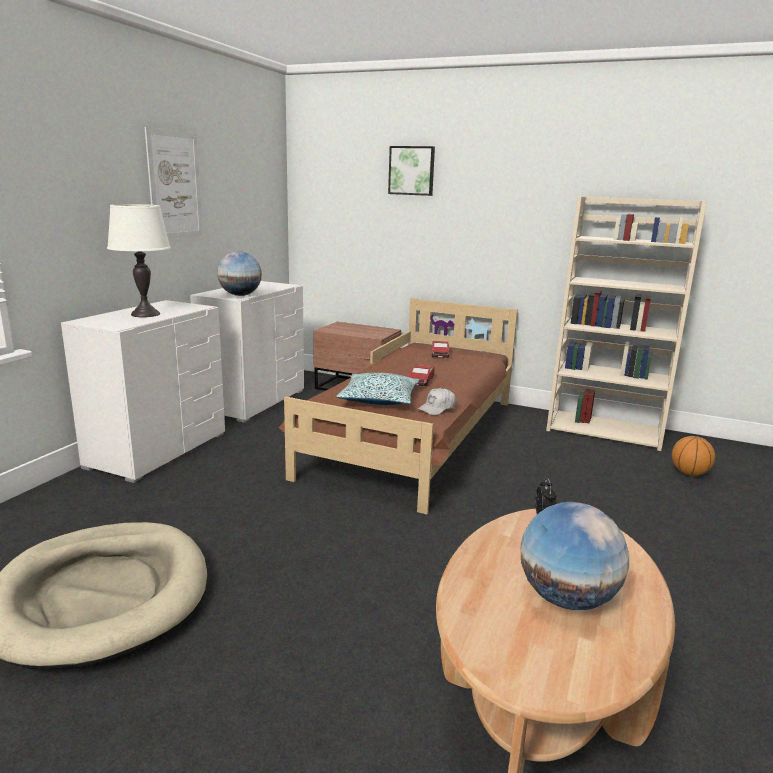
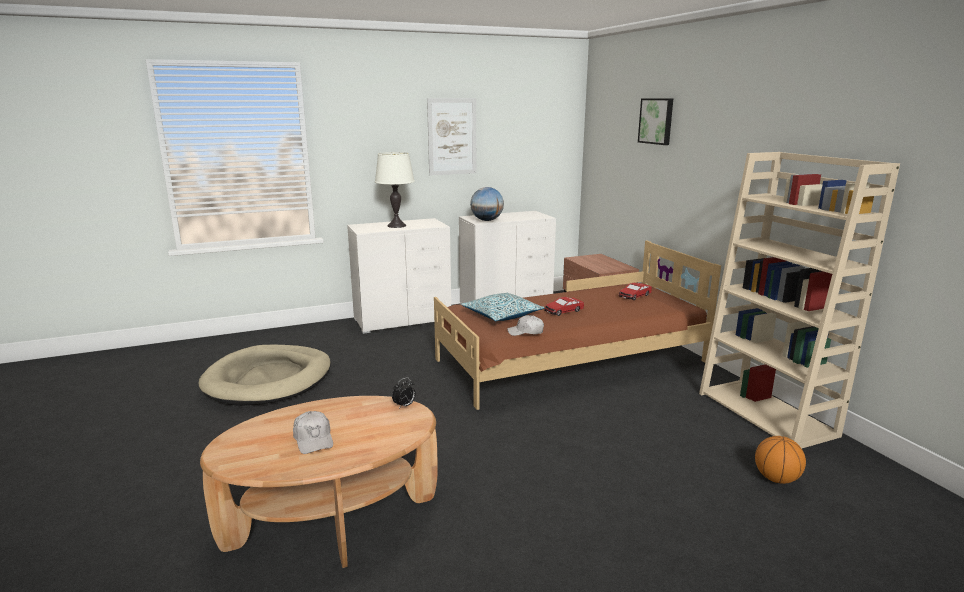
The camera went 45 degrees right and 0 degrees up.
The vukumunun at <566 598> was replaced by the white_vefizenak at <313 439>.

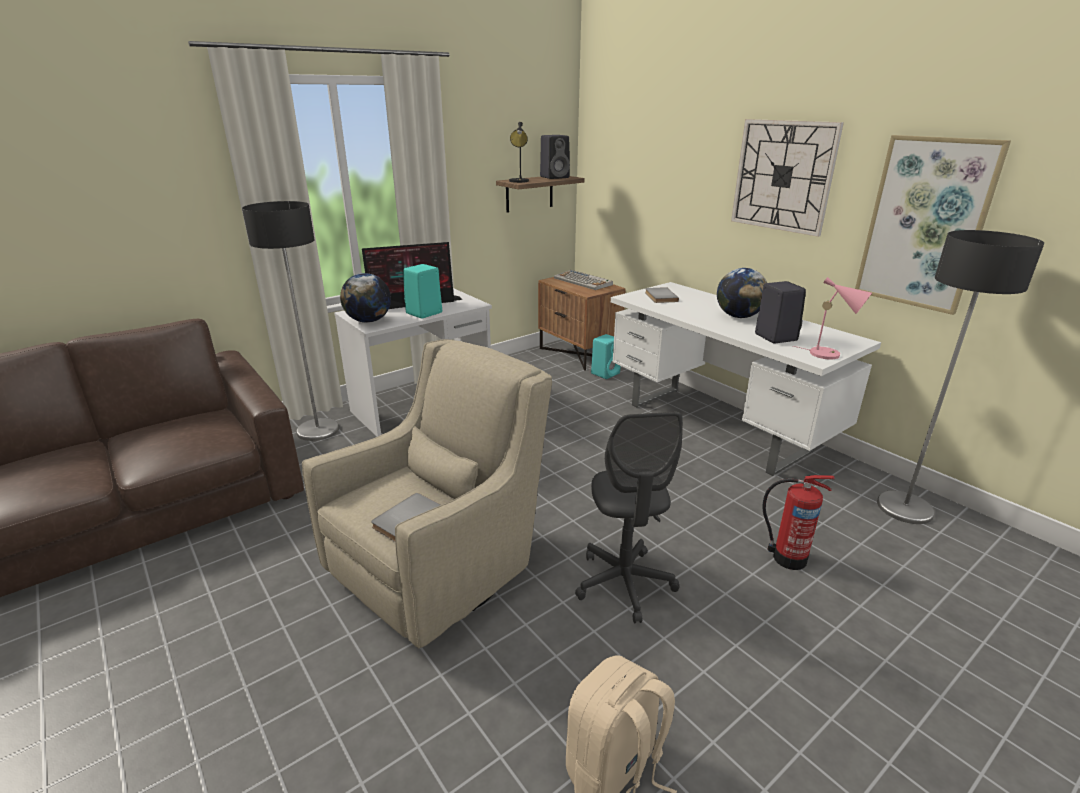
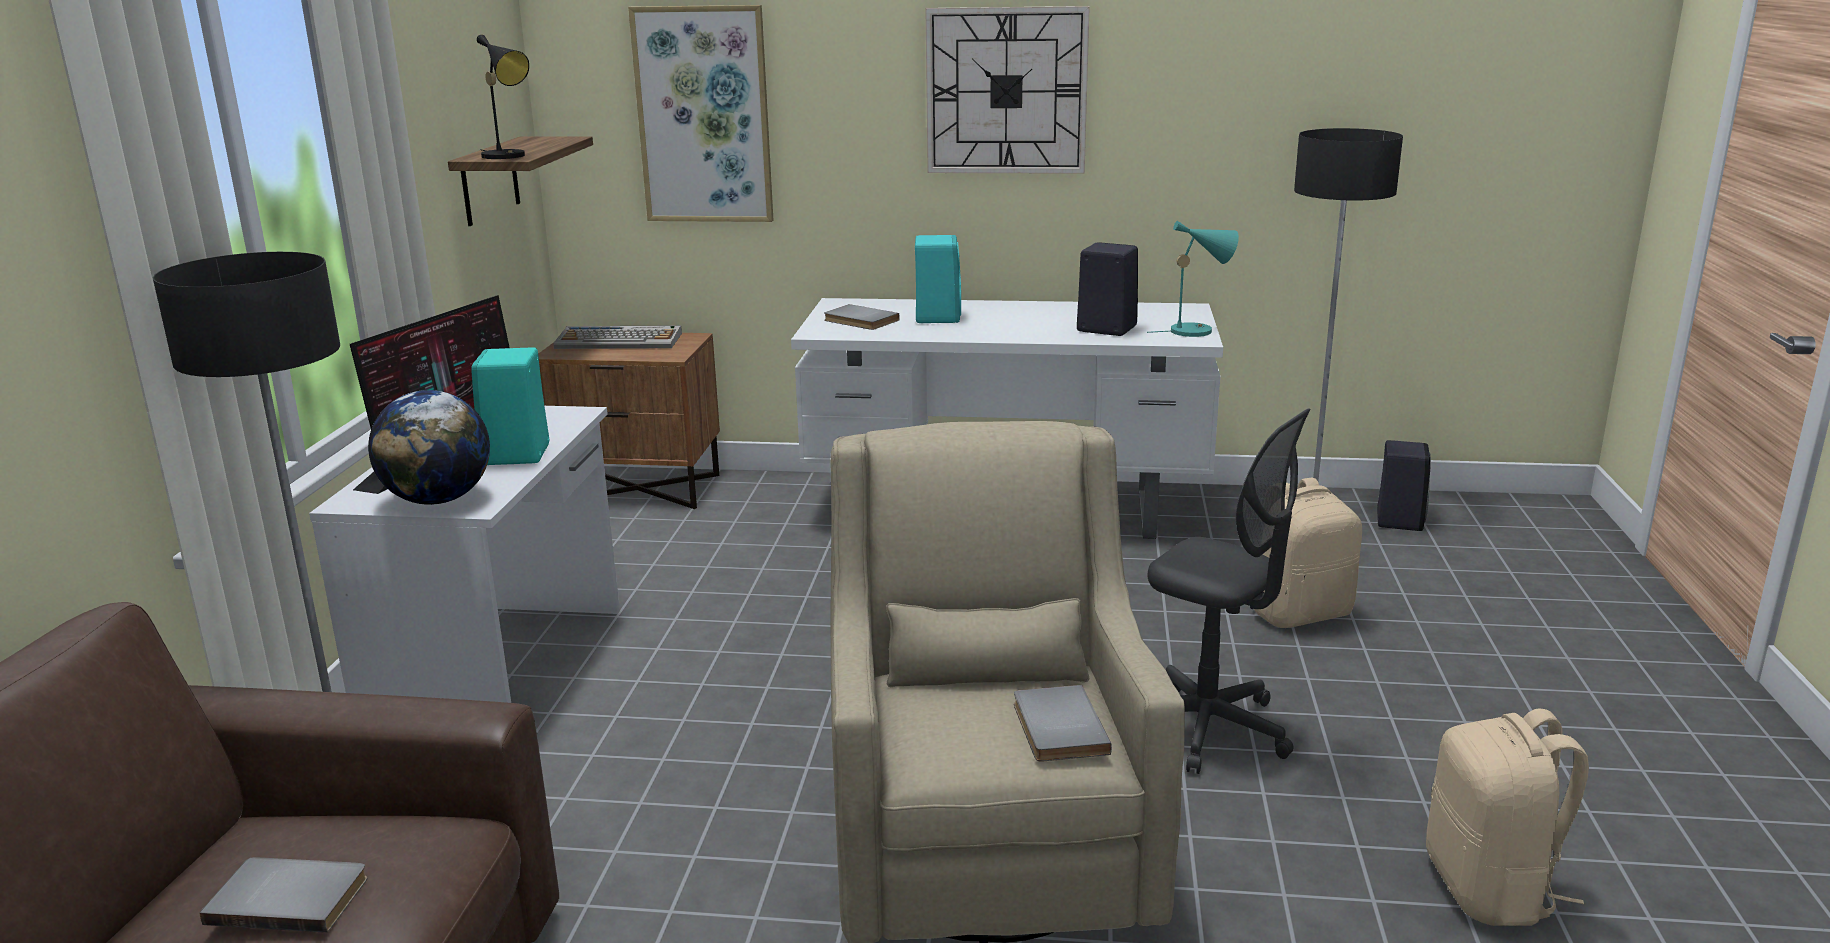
The camera went 45 degrees left and 5 degrees down.
The vukumunun at <739 316> disappeared.
The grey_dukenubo at <290 897> appeared.
The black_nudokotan moved from <555 177> to <1398 520>.
The turquoise_nudokotan moved from <605 373> to <937 317>.
The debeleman moved from <925 224> to <704 115>.
The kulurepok at <786 557> was replaced by the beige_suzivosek at <1299 613>.
The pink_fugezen at <829 355> became the turquoise_fugezen at <1197 330>.

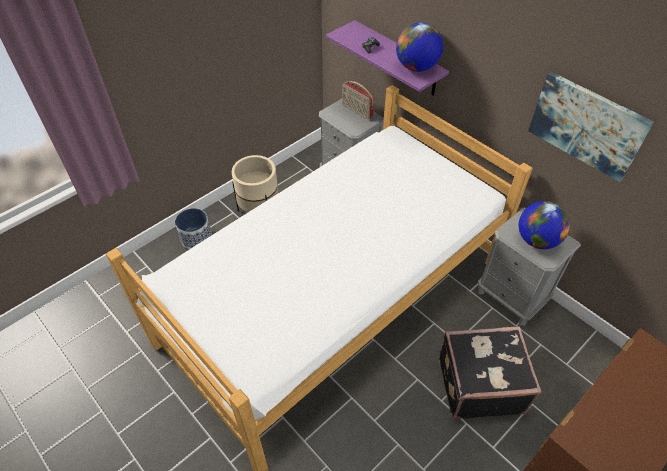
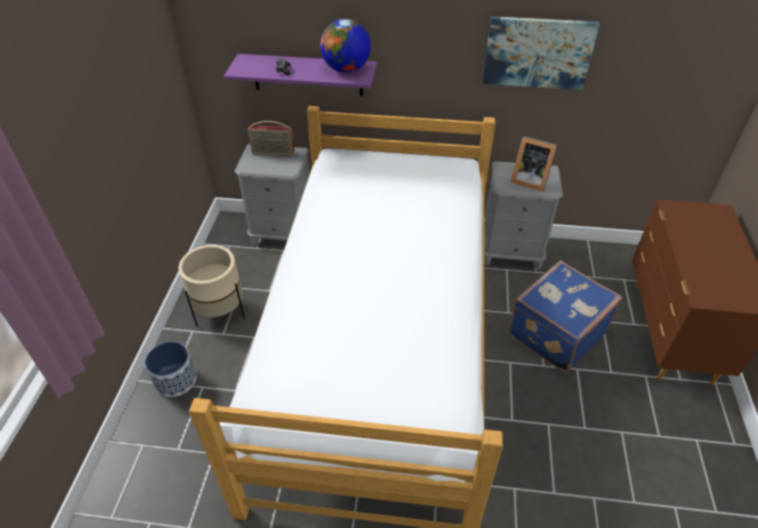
The camera went 40 degrees left and 5 degrees down.
The vukumunun at <537 240> was replaced by the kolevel at <529 180>.
The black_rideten at <479 383> became the blue_rideten at <555 332>.

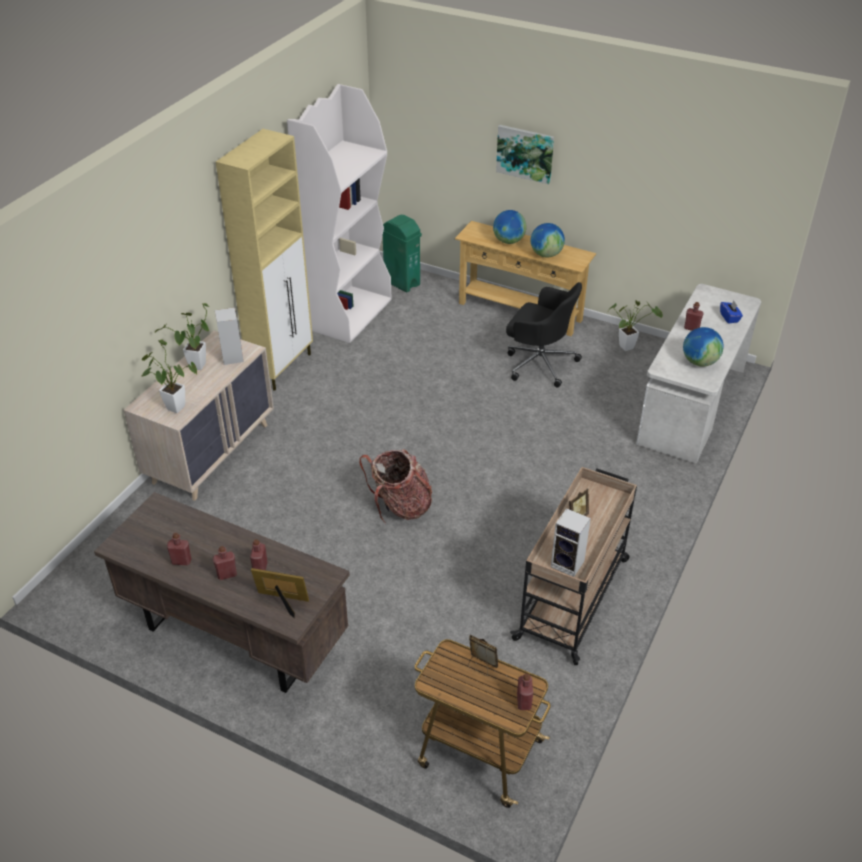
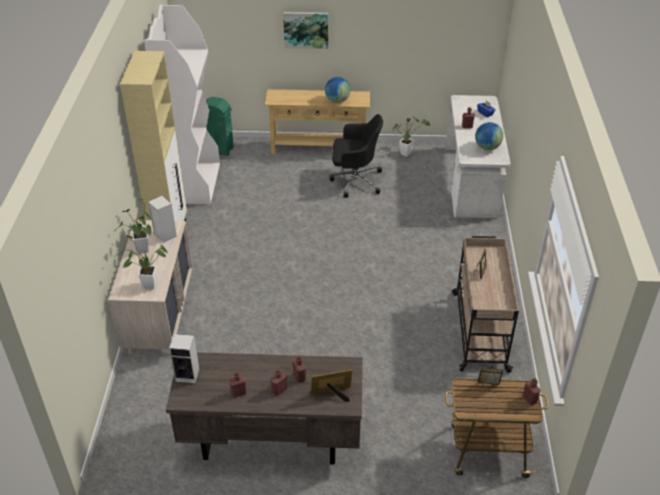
The camera went 25 degrees left and 0 degrees up.
The suzivosek at <400 507> disappeared.
The vukumunun at <508 241> disappeared.
The nudokotan moved from <569 564> to <188 375>.

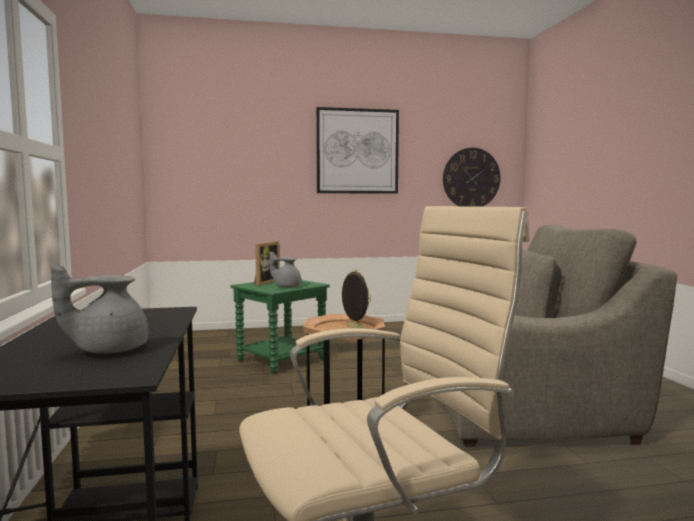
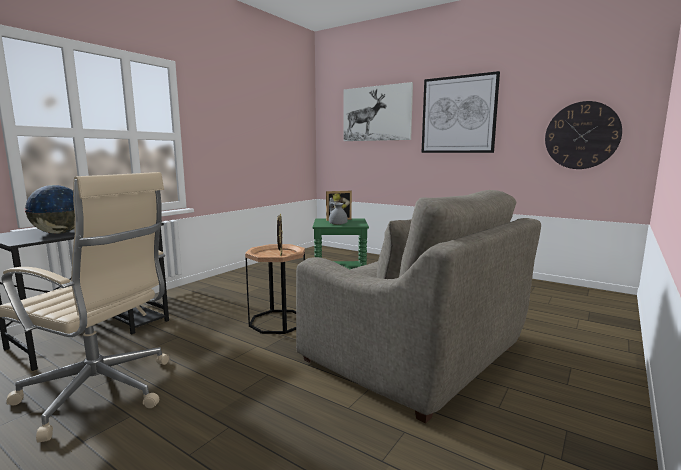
The camera went 45 degrees right and 5 degrees up.
The debeleman at <376 113> appeared.
The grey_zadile at <108 350> was replaced by the vukumunun at <59 233>.

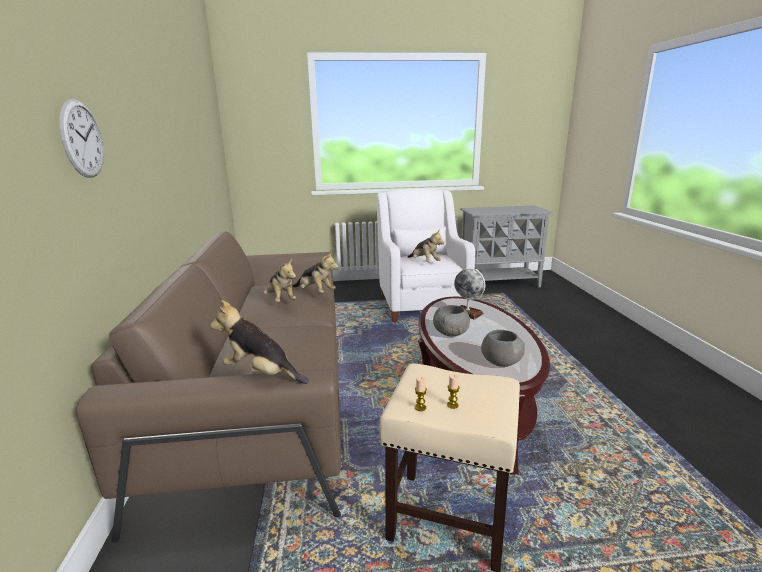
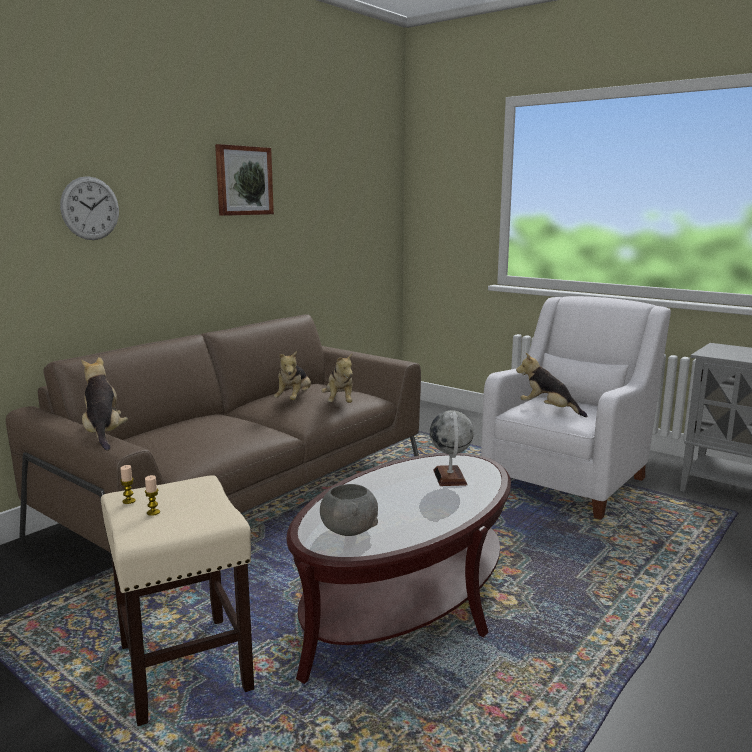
The camera went 45 degrees right and 5 degrees down.
The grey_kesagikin at <451 333> disappeared.
The debeleman at <243 180> appeared.
The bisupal at <424 262> turned 120 degrees clockwise.

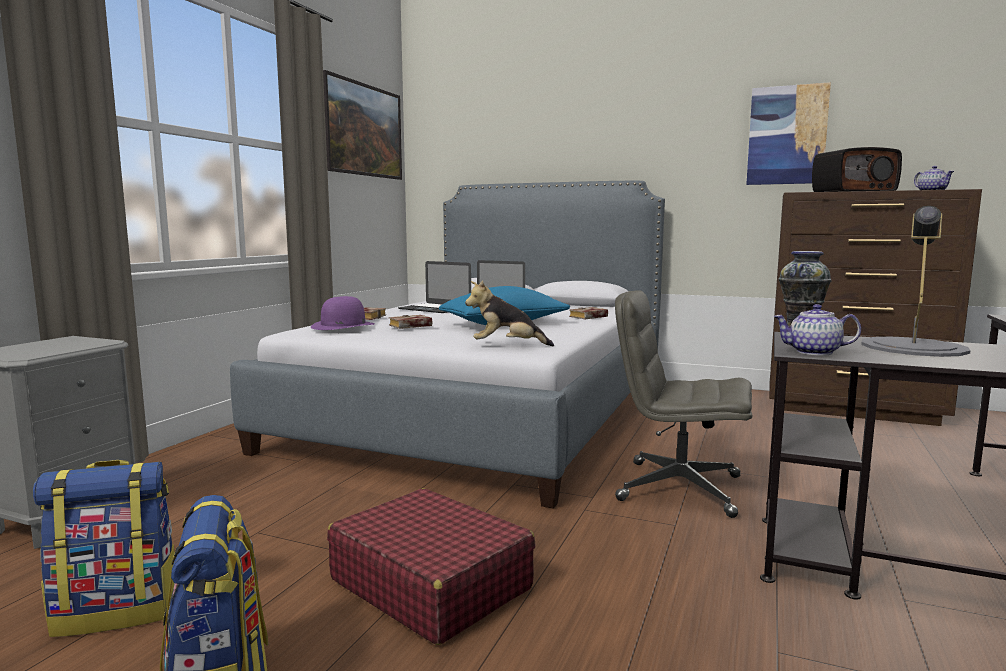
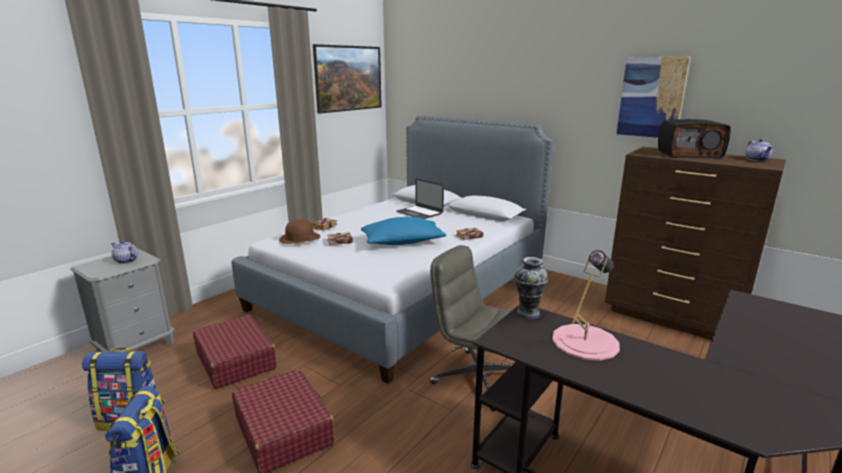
The camera went 15 degrees right and 10 degrees up.
The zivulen at <435 308> disappeared.
The bisupal at <507 346> disappeared.
The red_rideten at <236 360> appeared.
The zadile moved from <813 352> to <126 261>.
The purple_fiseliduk at <343 325> became the brown_fiseliduk at <299 238>.
The grey_fugezen at <912 347> became the pink_fugezen at <585 341>.

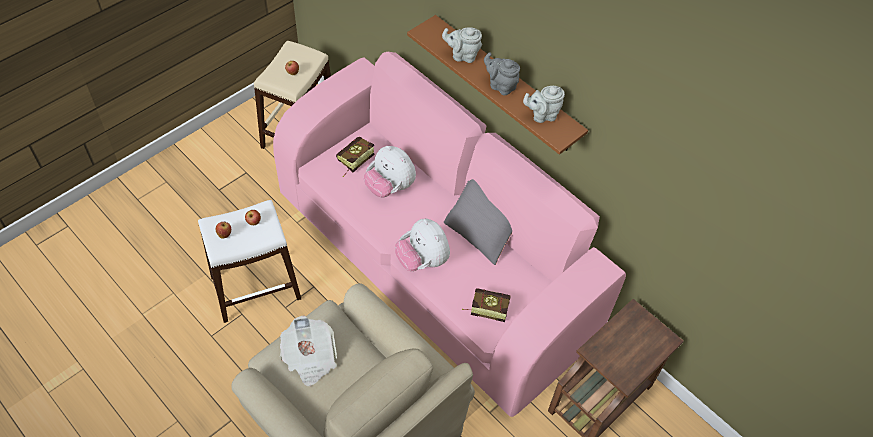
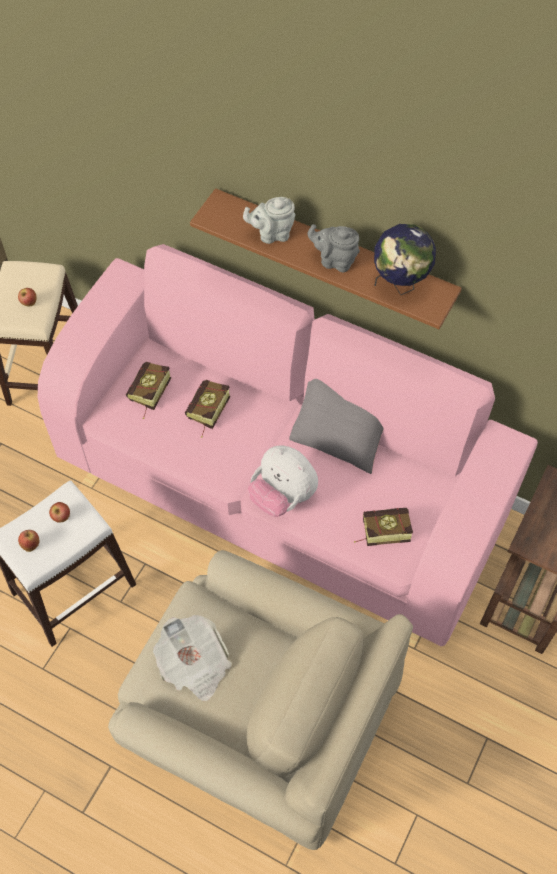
The camera went 15 degrees left and 5 degrees up.
The bisupal at <390 187> was replaced by the dukenubo at <206 414>.
The grey_zadile at <542 115> was replaced by the vukumunun at <400 285>.

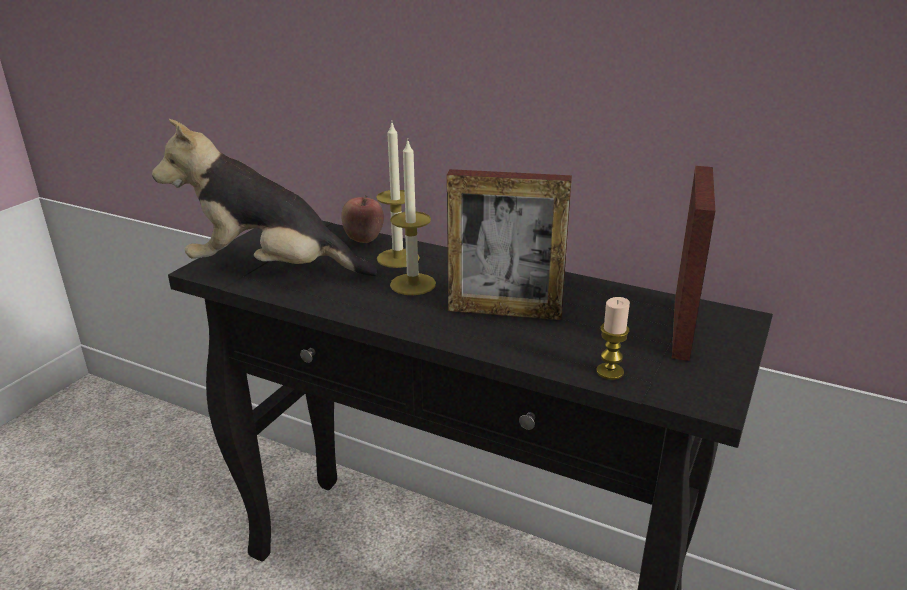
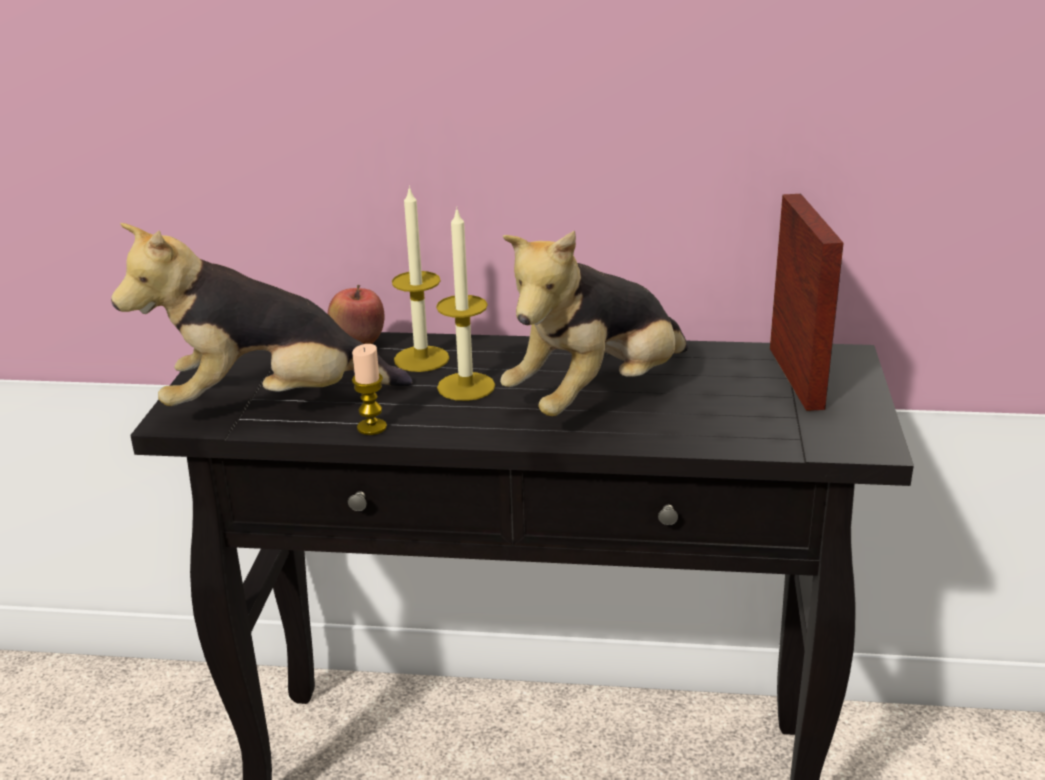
The camera went 20 degrees left and 0 degrees up.
The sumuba moved from <610 372> to <372 427>.
The kolevel at <505 311> was replaced by the bisupal at <597 397>.

